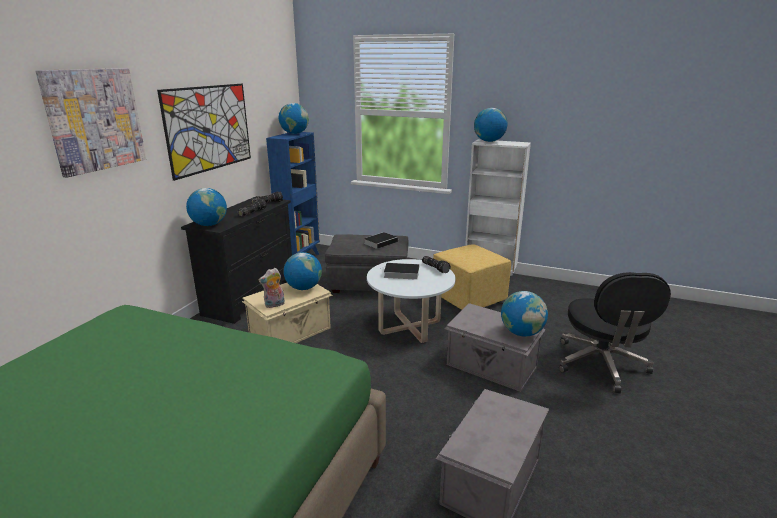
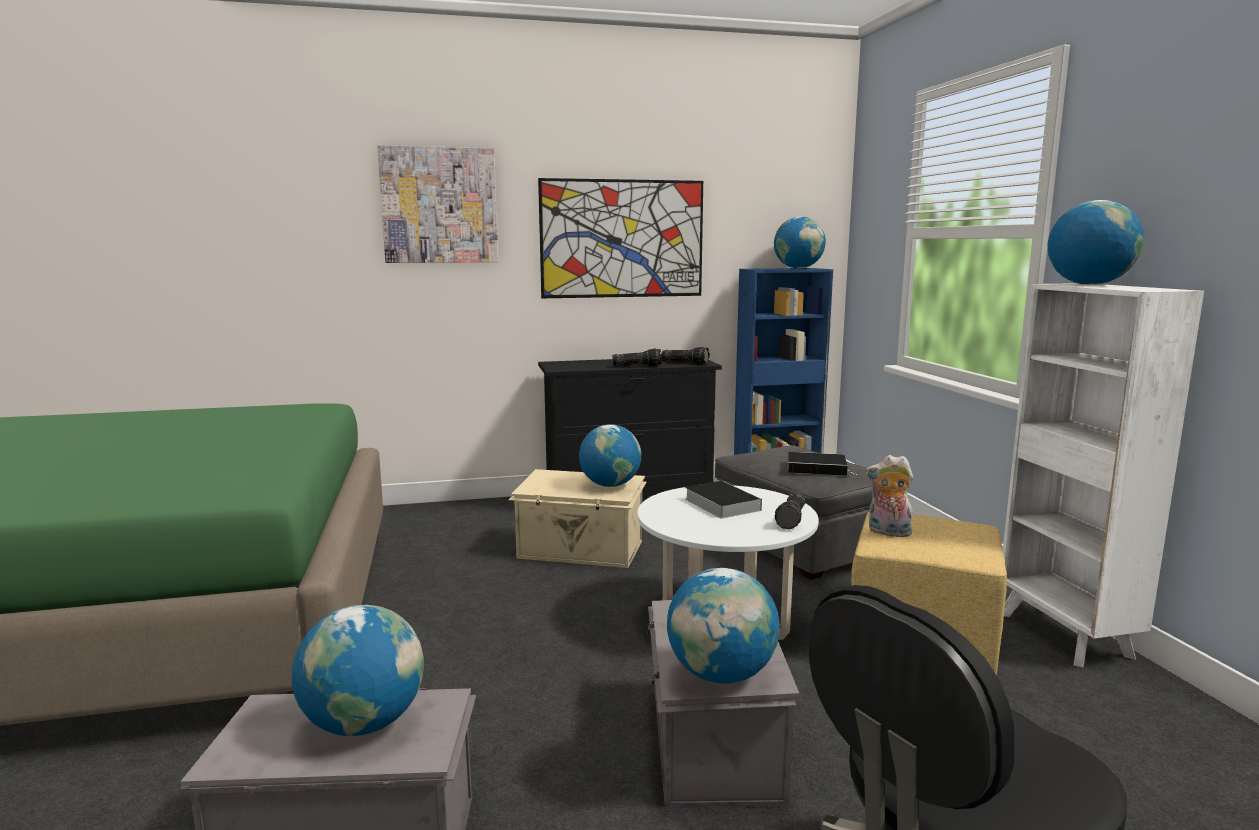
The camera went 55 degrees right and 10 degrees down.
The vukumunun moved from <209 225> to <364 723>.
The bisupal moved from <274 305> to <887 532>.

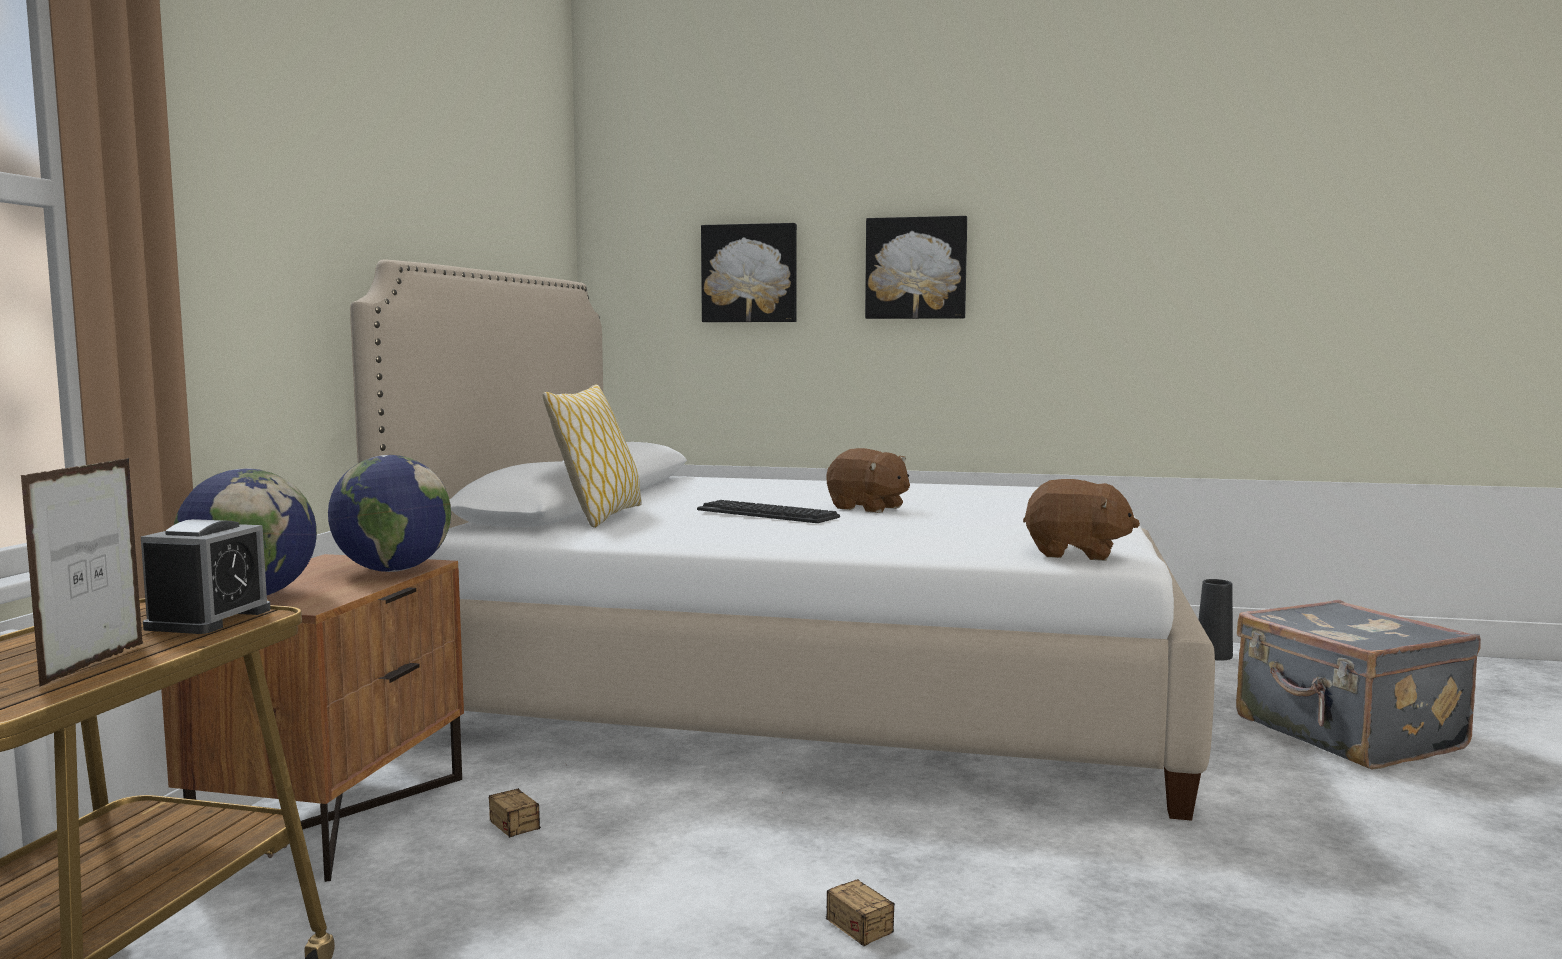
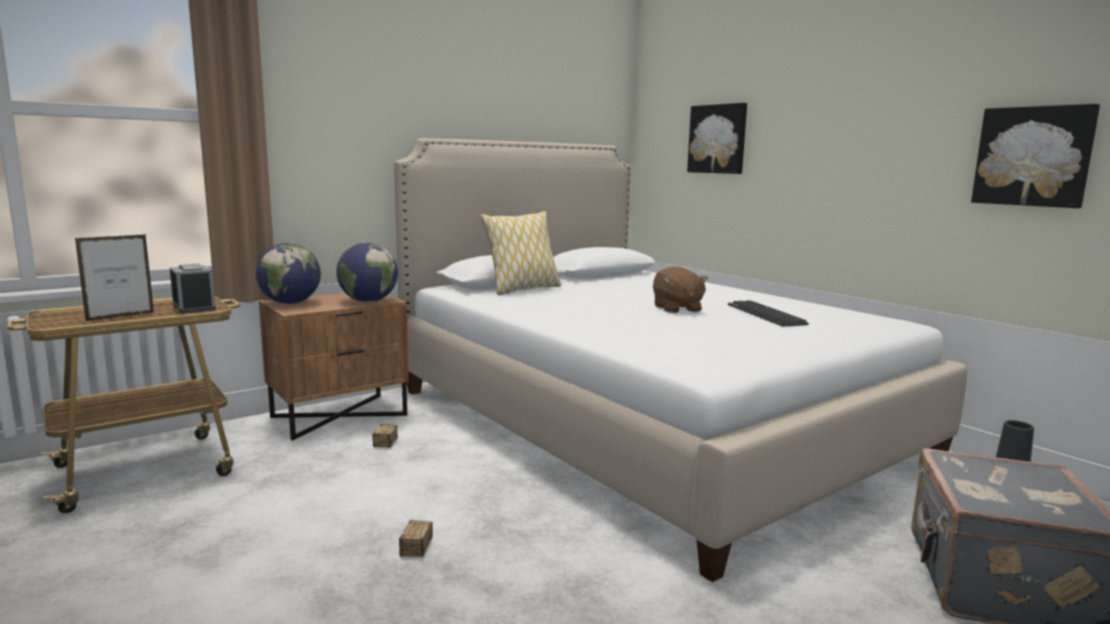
The camera went 40 degrees right and 5 degrees up.
The brown_bisupal at <1076 554> disappeared.
The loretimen moved from <767 514> to <765 314>.
The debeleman moved from <916 268> to <1033 156>.
The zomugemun at <209 619> turned 90 degrees counterclockwise.

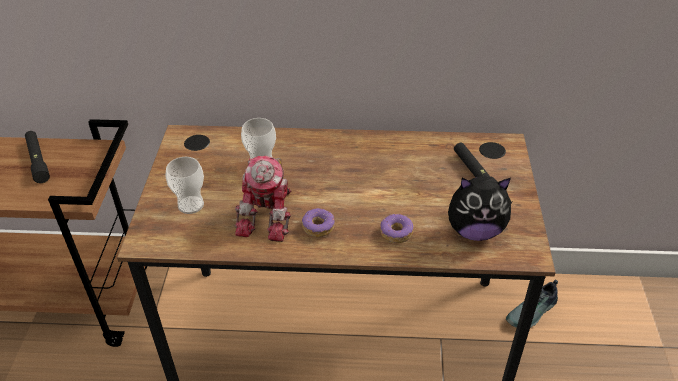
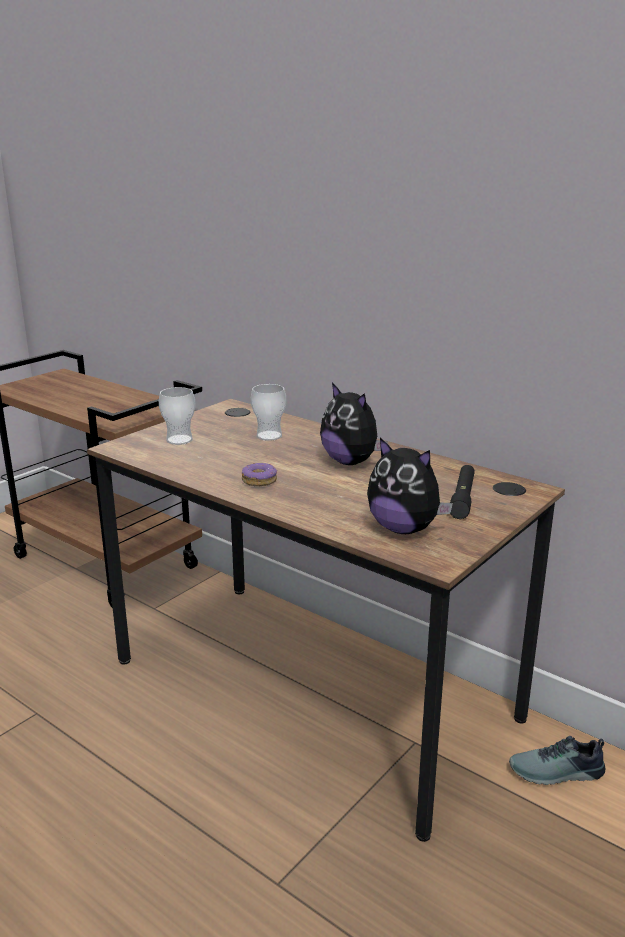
The camera went 35 degrees right and 20 degrees down.
The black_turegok at <38 161> disappeared.
The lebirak at <269 215> disappeared.
The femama at <396 233> disappeared.
The bisupal at <351 462> appeared.

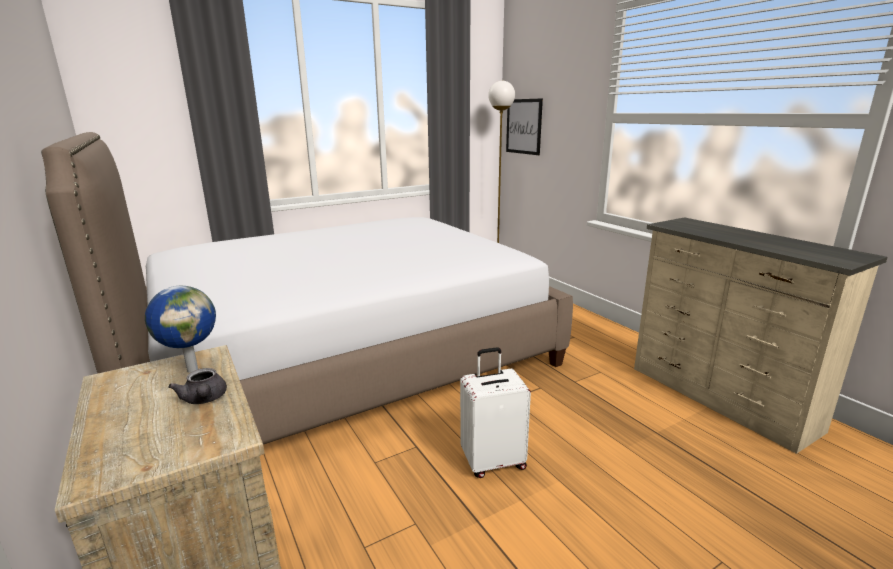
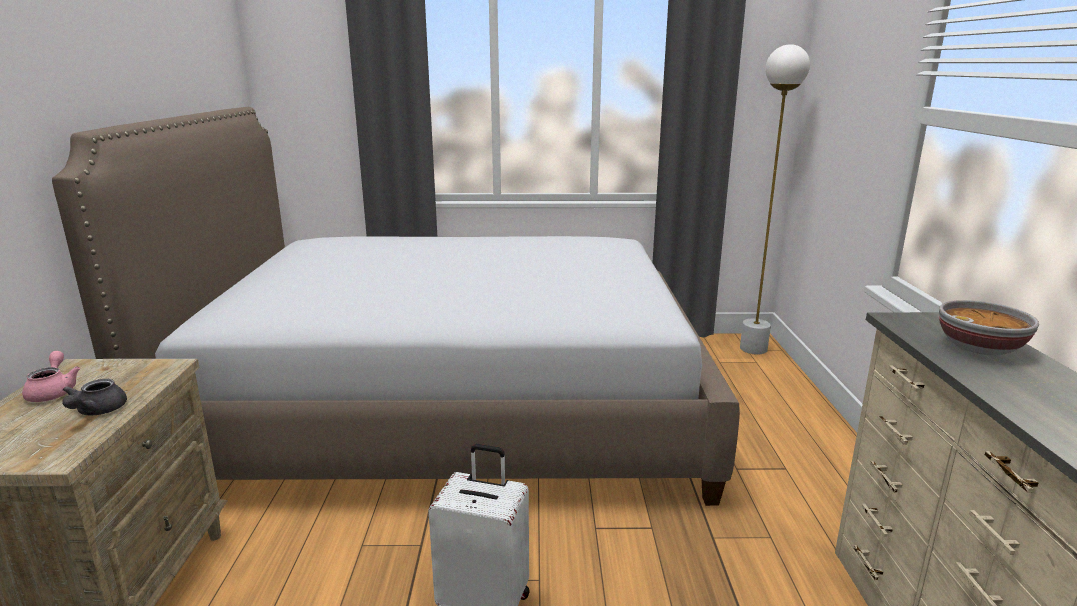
The camera went 30 degrees right and 0 degrees up.
The vukumunun at <192 369> disappeared.
The debeleman at <523 126> disappeared.
The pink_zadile at <54 391> appeared.
The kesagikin at <980 347> appeared.

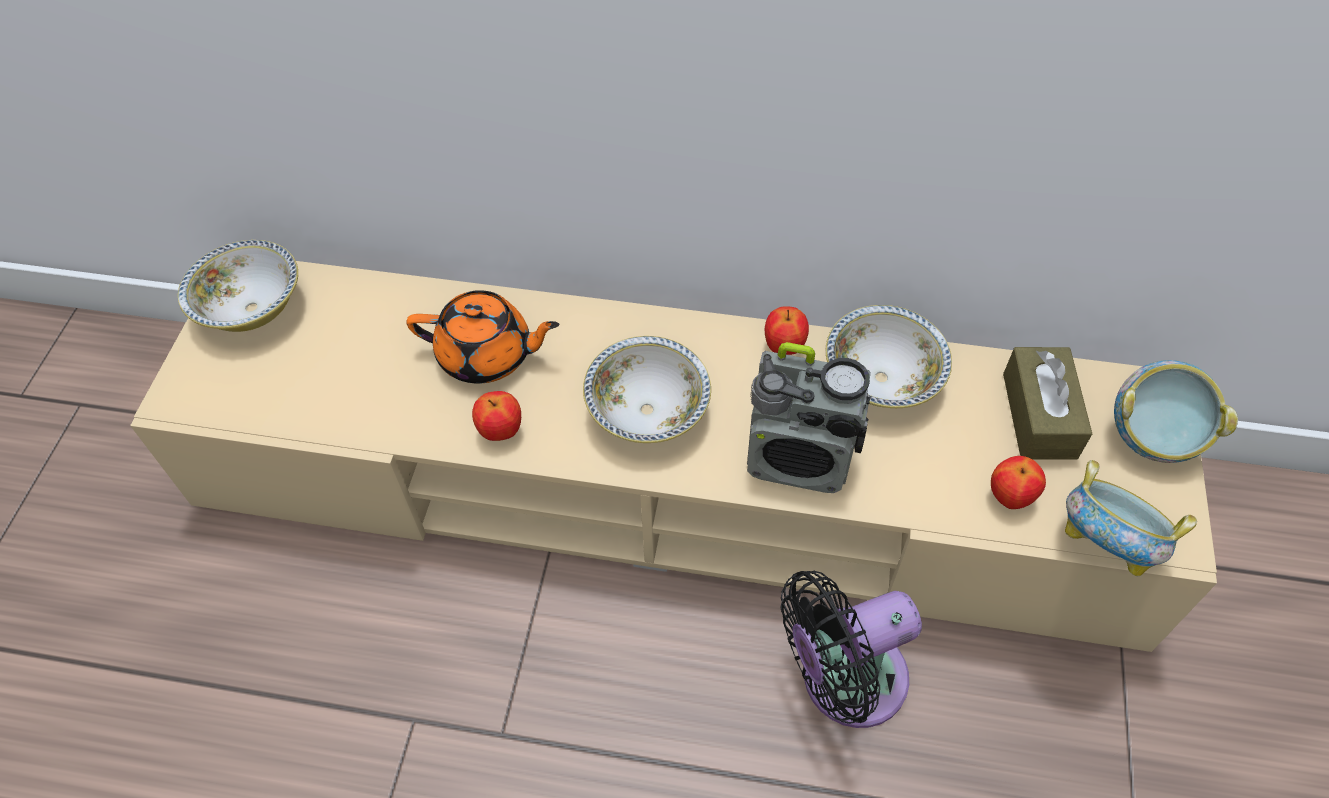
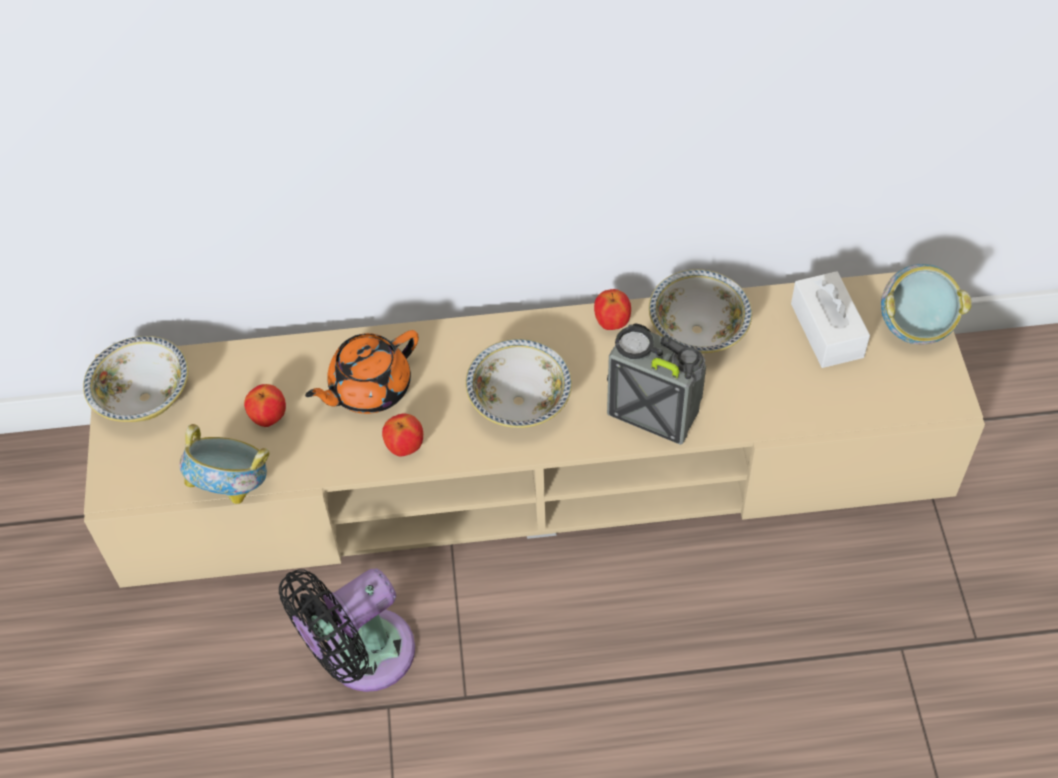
The camera went 15 degrees left and 0 degrees up.
The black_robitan moved from <843 680> to <361 656>.
The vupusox moved from <1010 497> to <269 418>.
The kesagikin moved from <1105 545> to <232 486>.
The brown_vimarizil at <1039 415> became the white_vimarizil at <827 330>.
The orange_zadile at <487 355> turned 150 degrees clockwise.
The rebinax at <800 460> turned 150 degrees counterclockwise.

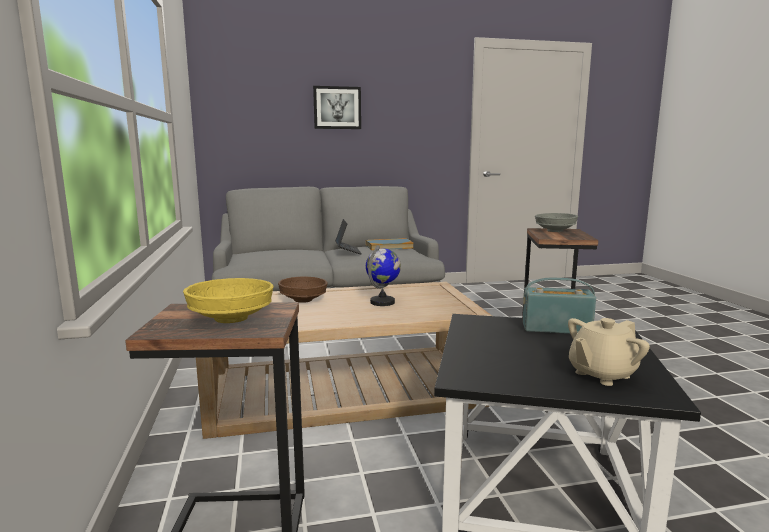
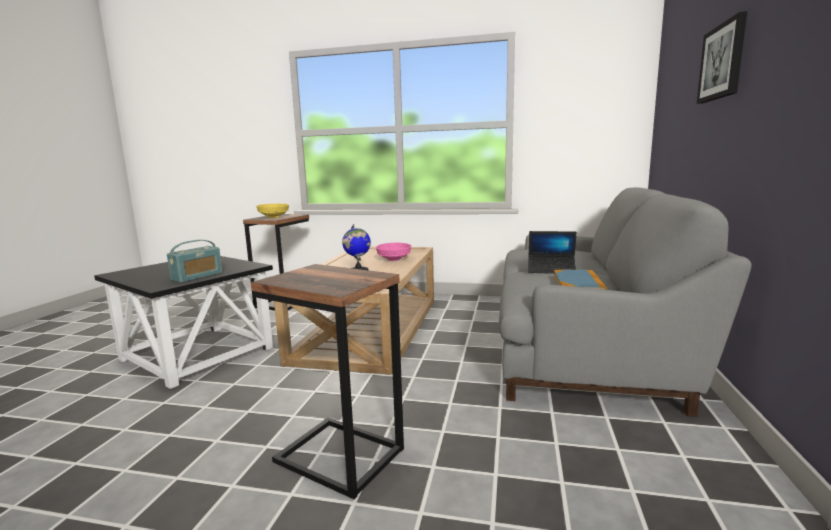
The camera went 115 degrees right and 0 degrees up.
The grey_kesagikin at <555 231> disappeared.
The beige_zadile at <601 374> disappeared.
The brown_kesagikin at <303 300> became the pink_kesagikin at <393 259>.

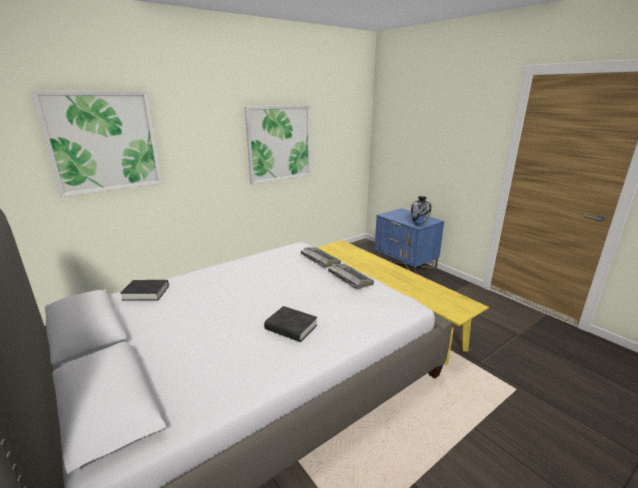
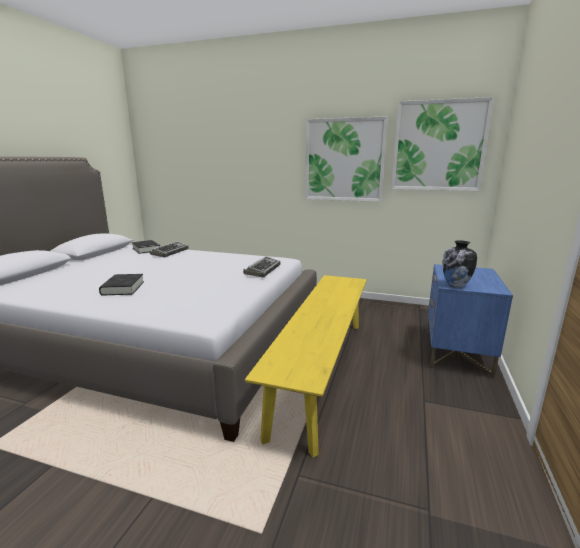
The camera went 55 degrees right and 5 degrees down.
The debeleman moved from <104 142> to <438 146>.
The loretimen moved from <349 278> to <170 252>.

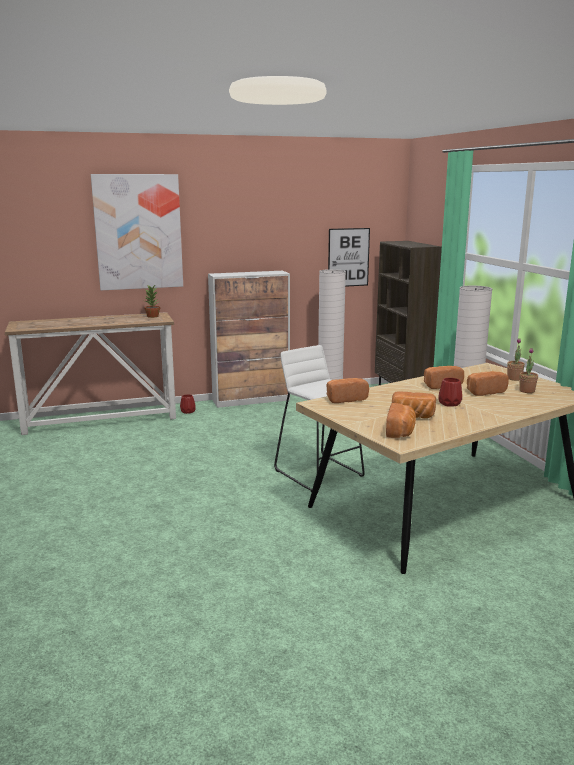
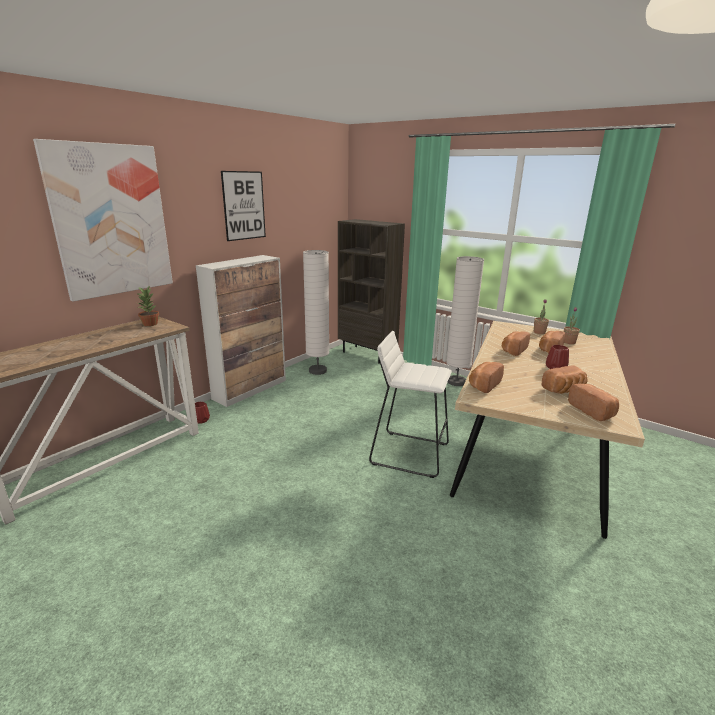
The camera went 35 degrees left and 5 degrees up.
The debeleman moved from <348 257> to <244 205>.

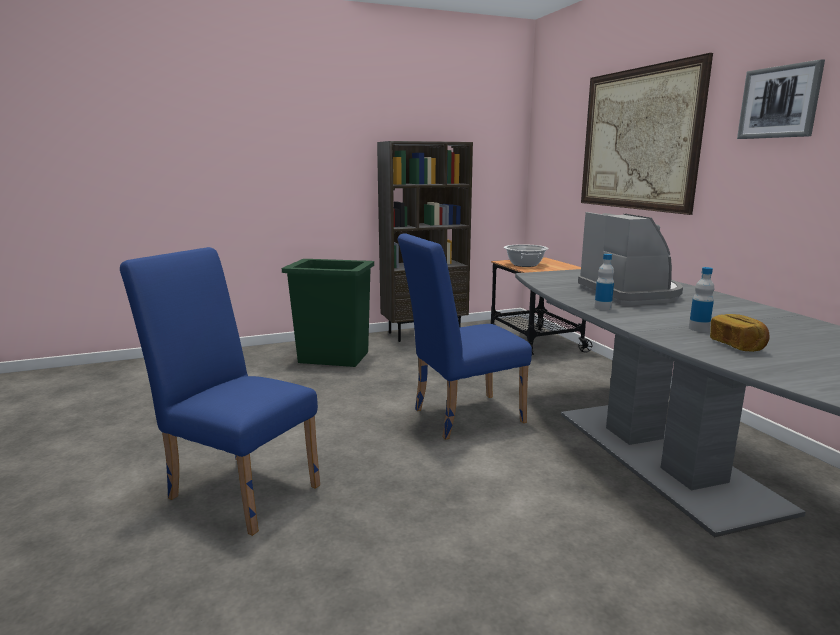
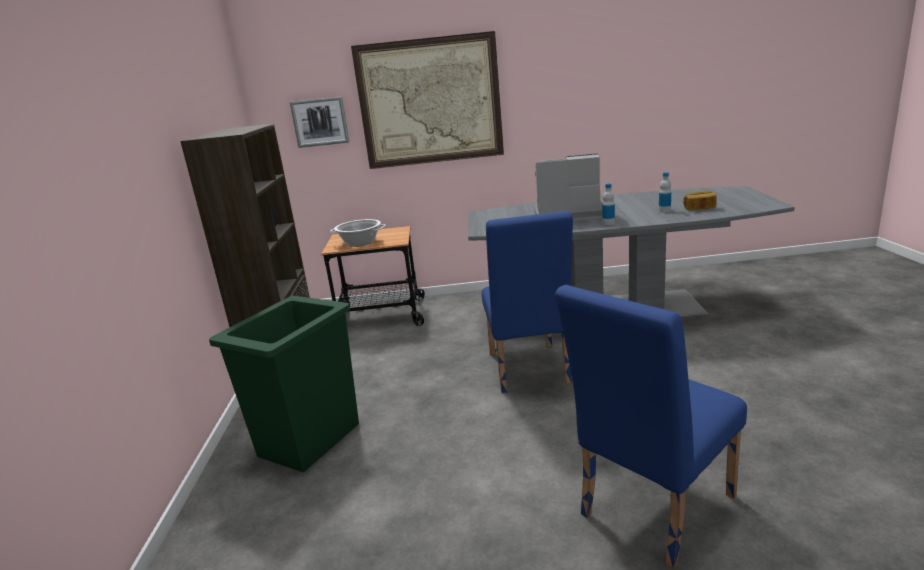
The camera went 70 degrees left and 5 degrees up.
The debeleman moved from <779 102> to <320 122>.

